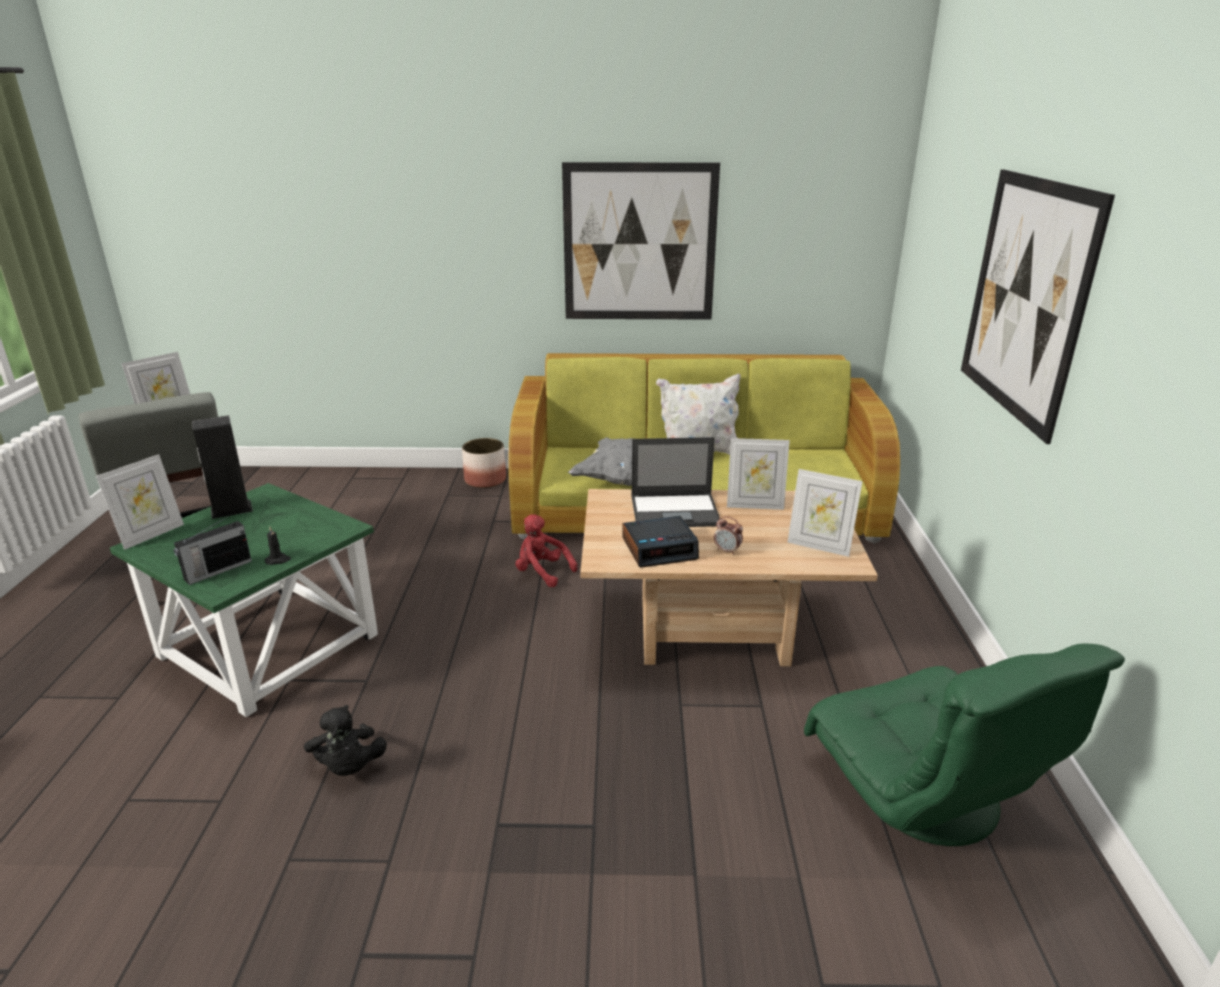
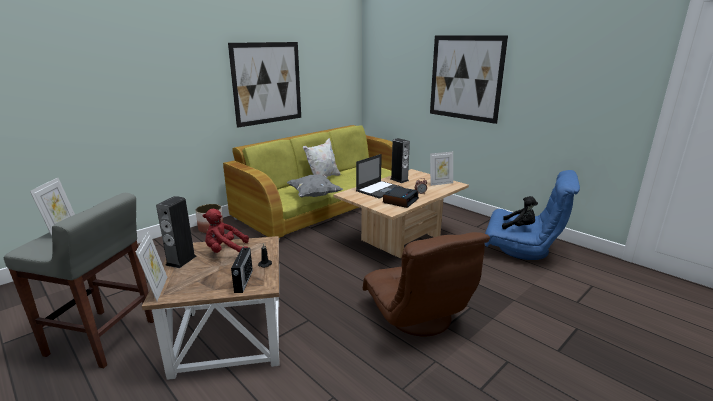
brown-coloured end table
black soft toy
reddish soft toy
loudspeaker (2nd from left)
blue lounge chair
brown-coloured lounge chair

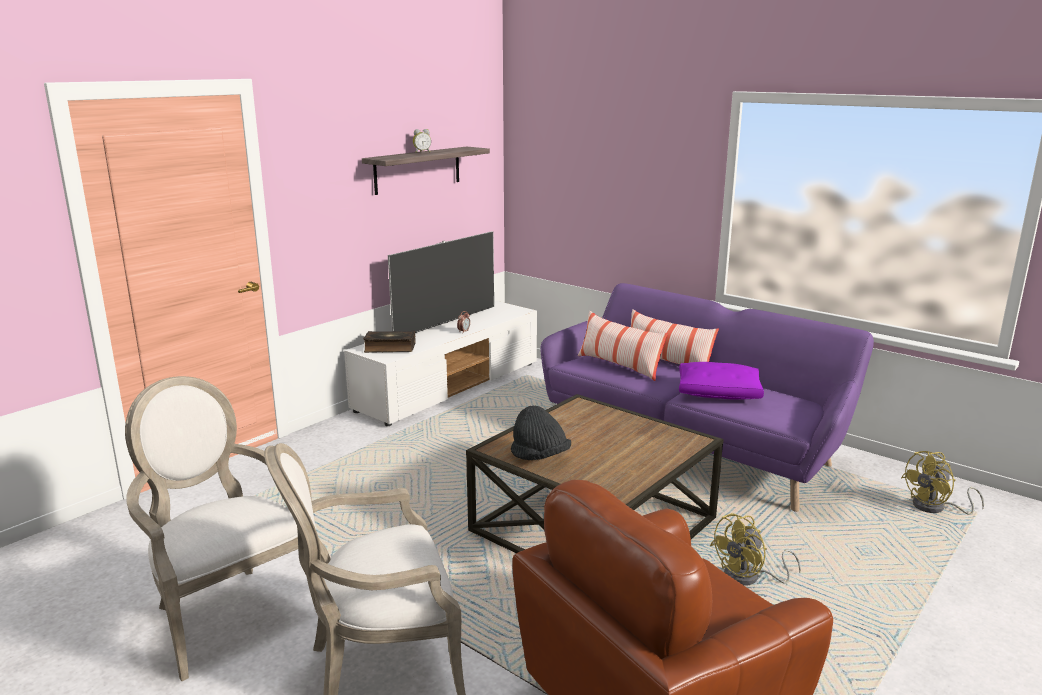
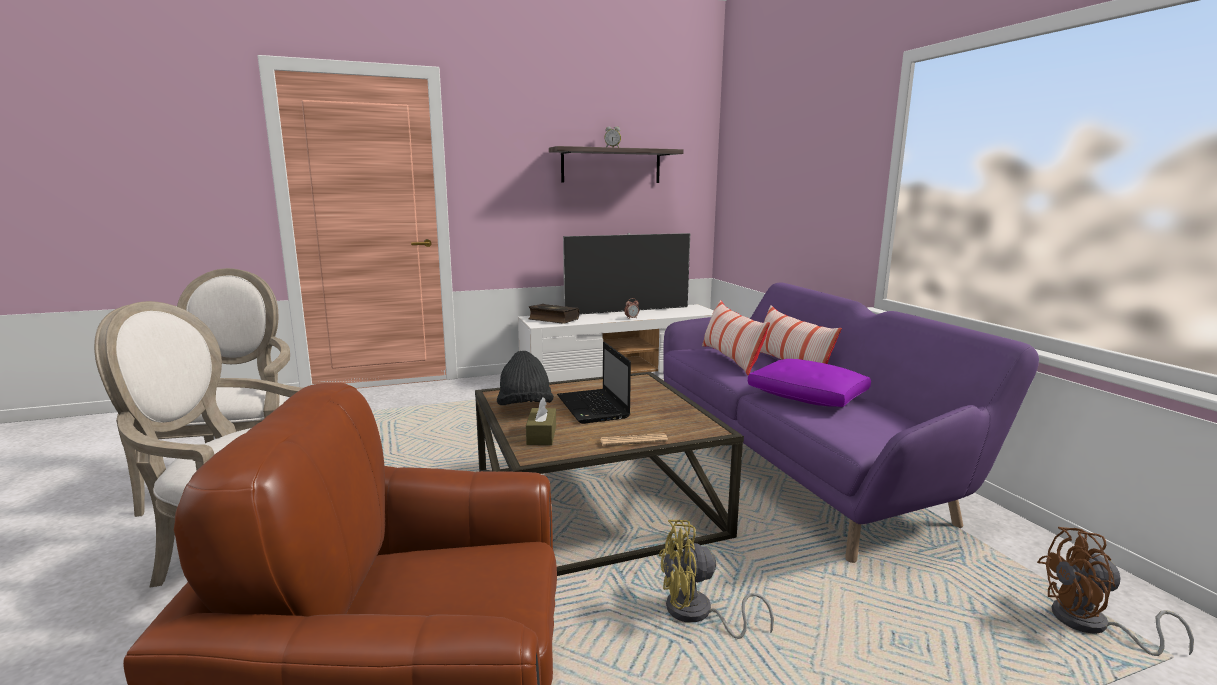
brown-coloured cooling fan
brown-coloured tissue holder
notebook computer
newspaper

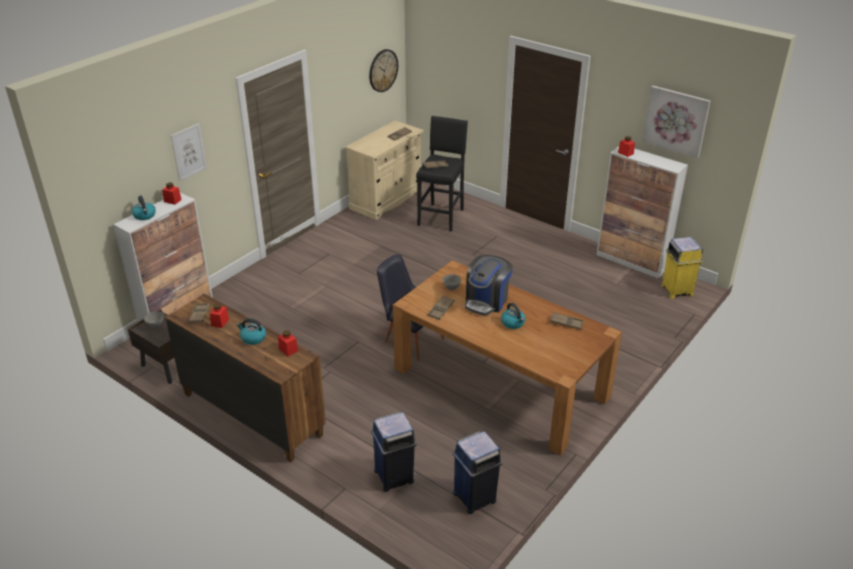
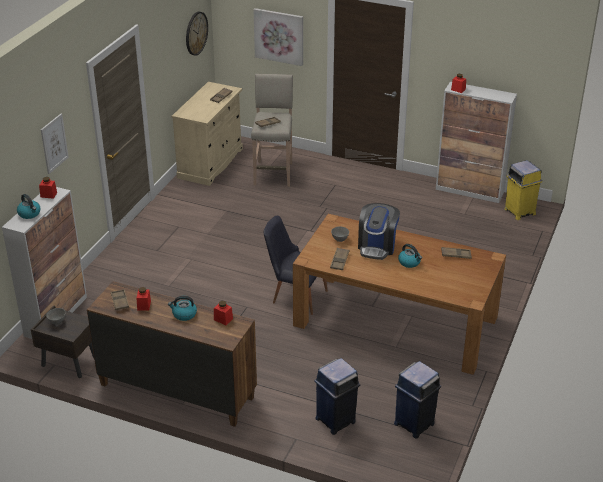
beige-coloured stool
picture (2nd from left)

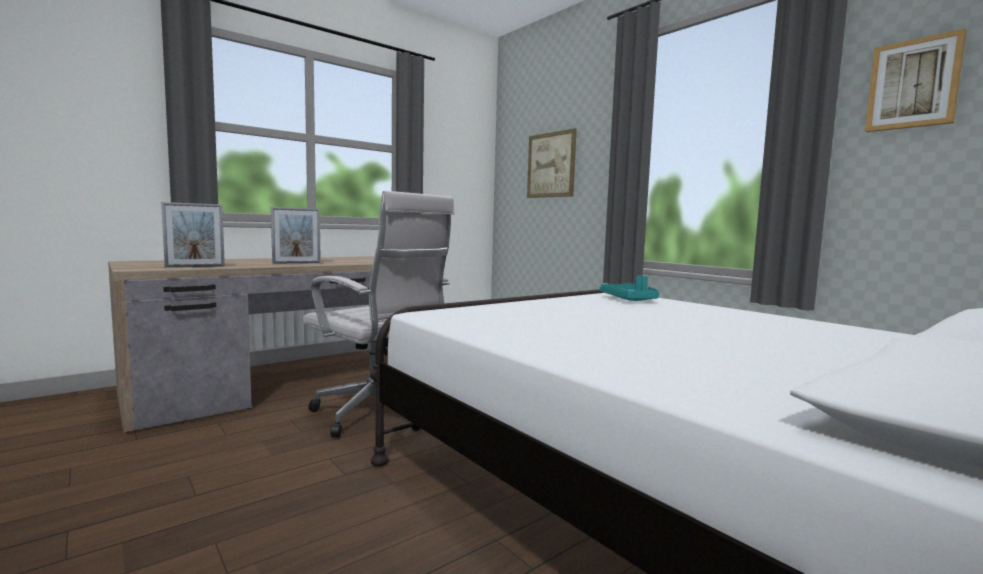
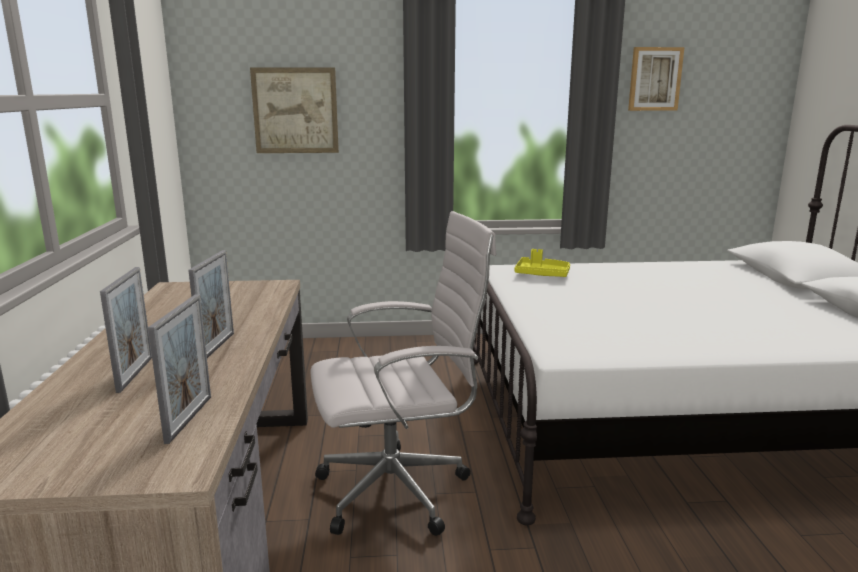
yellow-coloured tray
photo frame (1st from left)

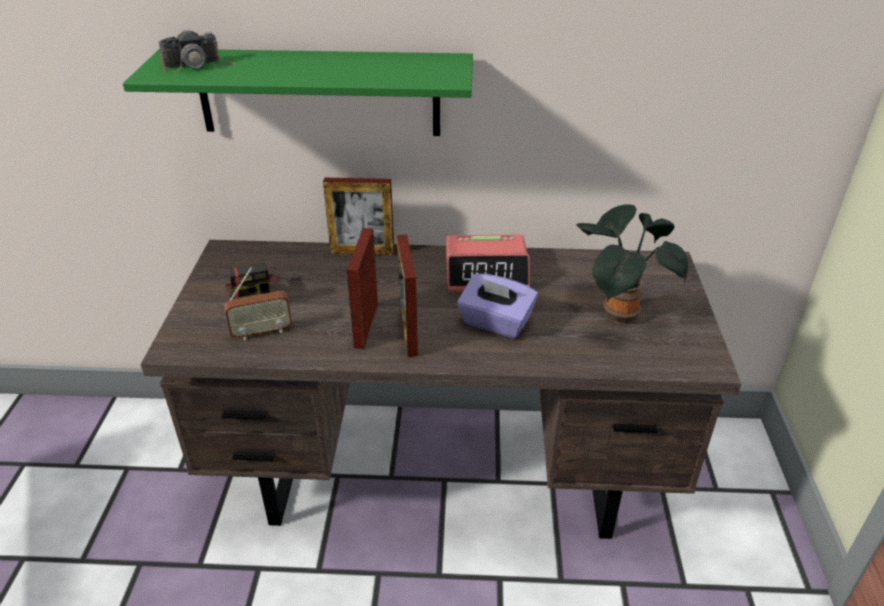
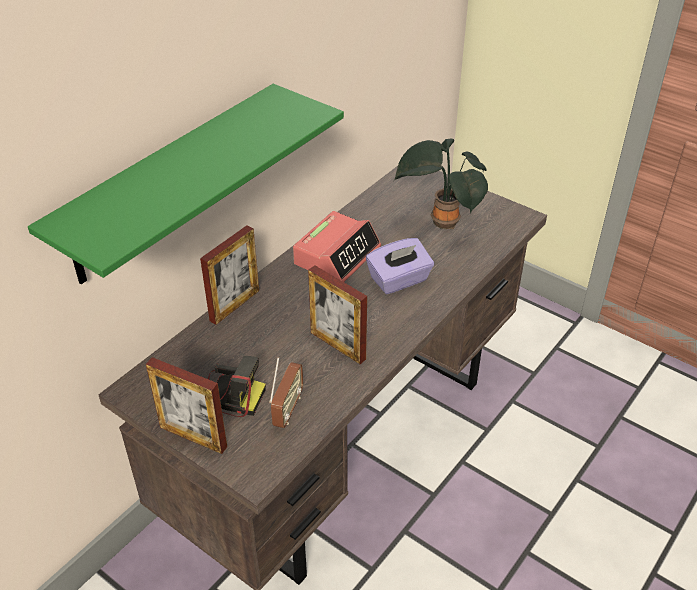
photo camera (1st from left in the first image)
photo frame (1st from left)

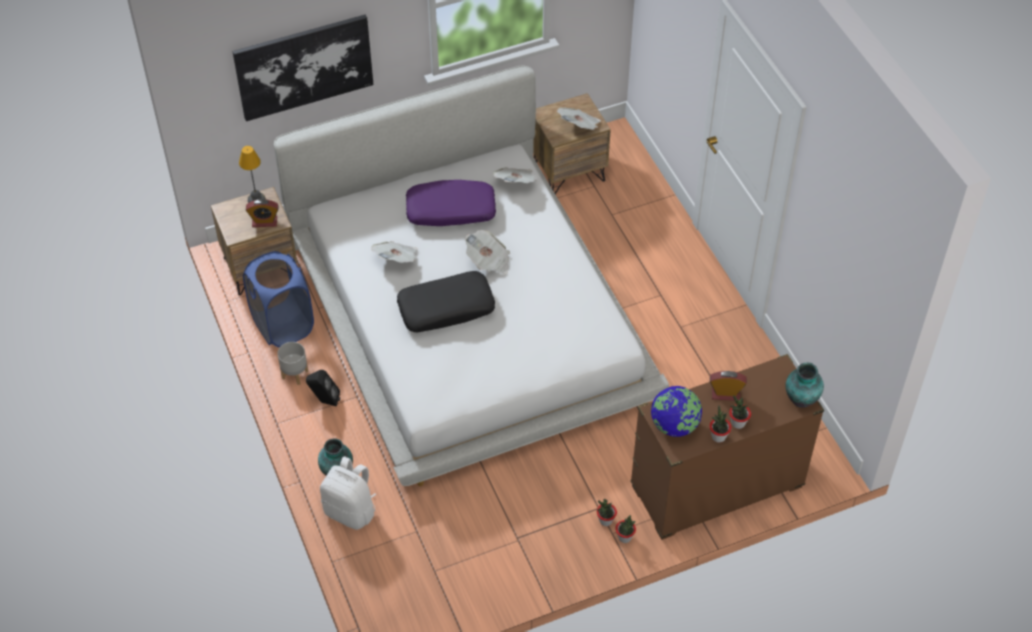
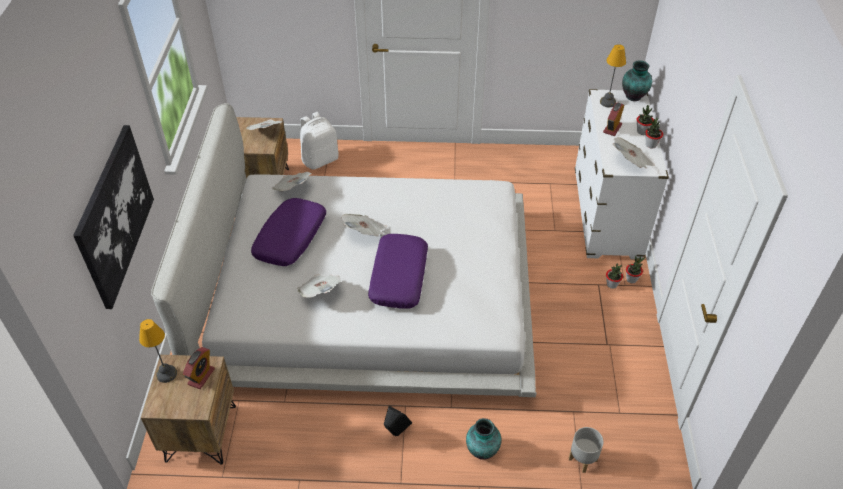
blue hamper
greyish planter
white backpack
purplish cushion (2nd from left)
white dresser
newspaper (5th from left)
table lamp (2nd from left)

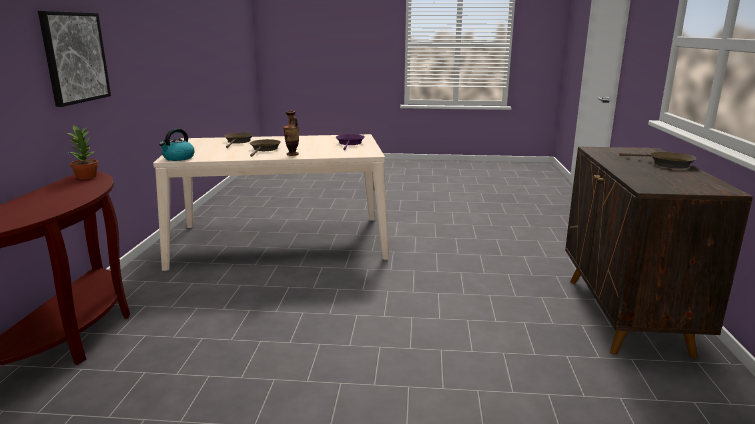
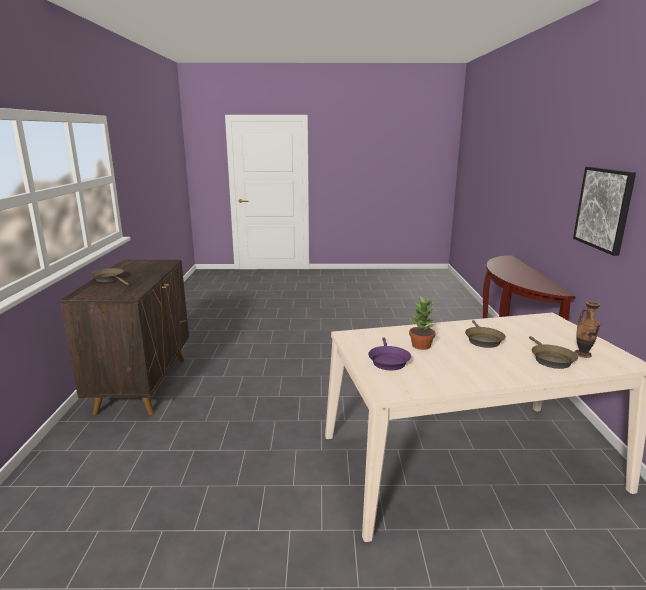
potted plant
kettle
flower vase

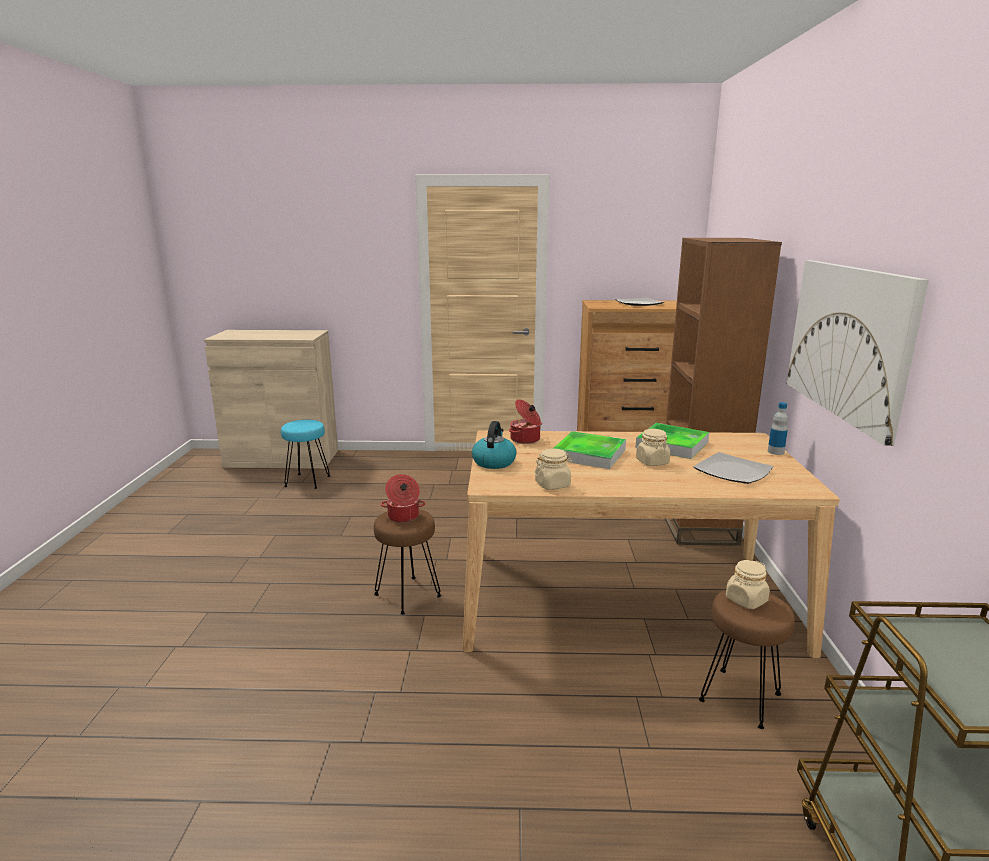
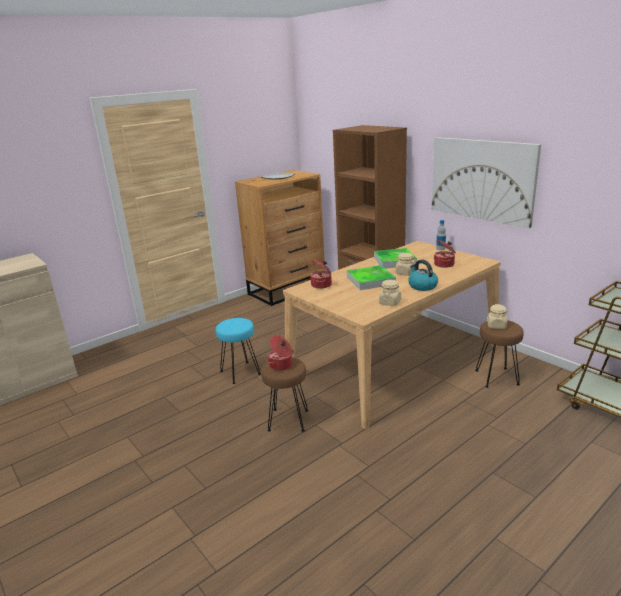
turquoise stool
kettle
cooking pot (3rd from left)

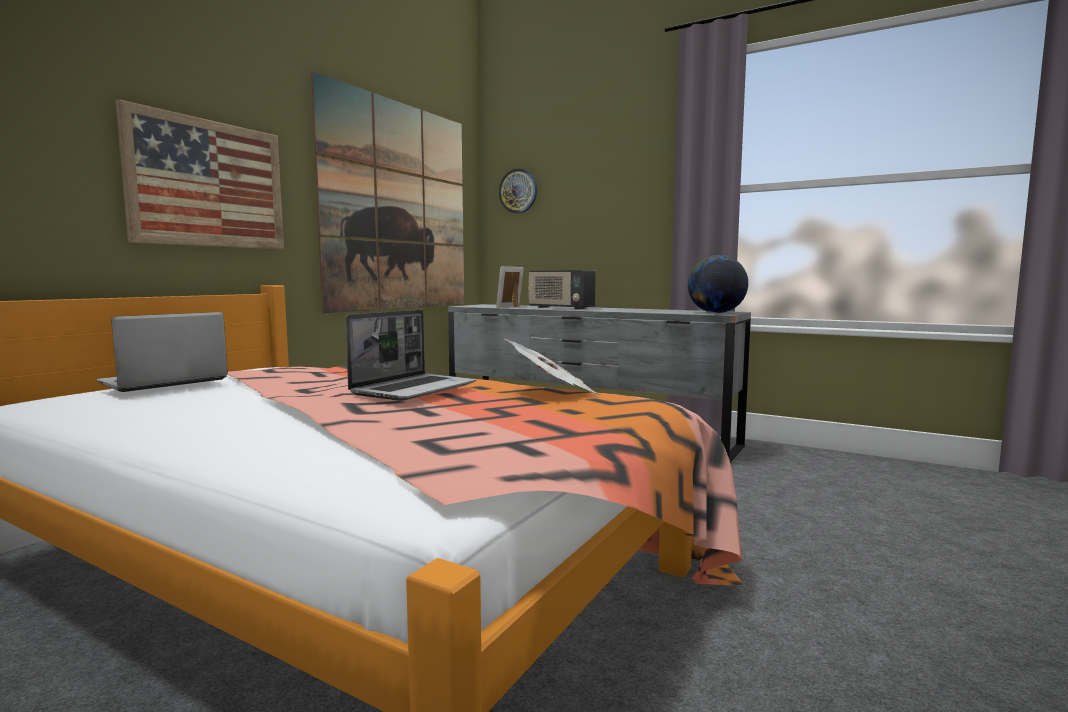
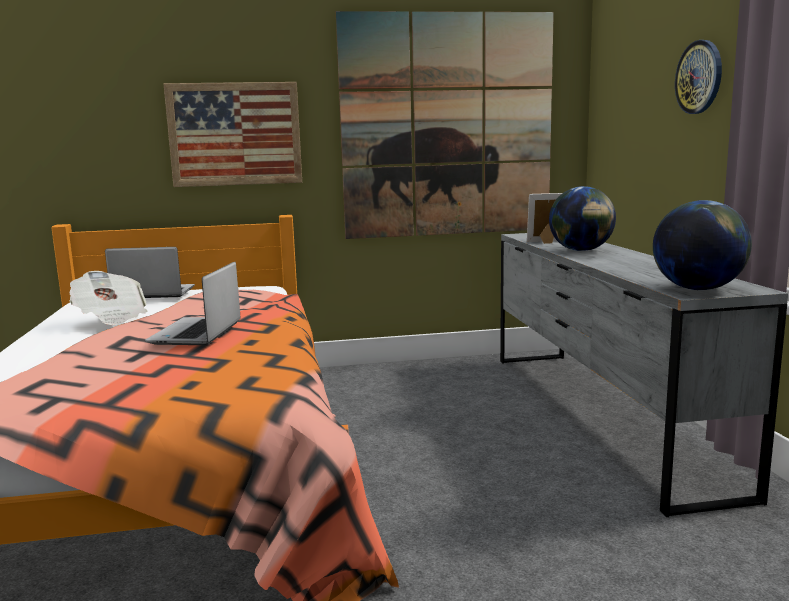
notebook computer (2nd from left)
clock on the wall
newspaper
world globe (1st from left)

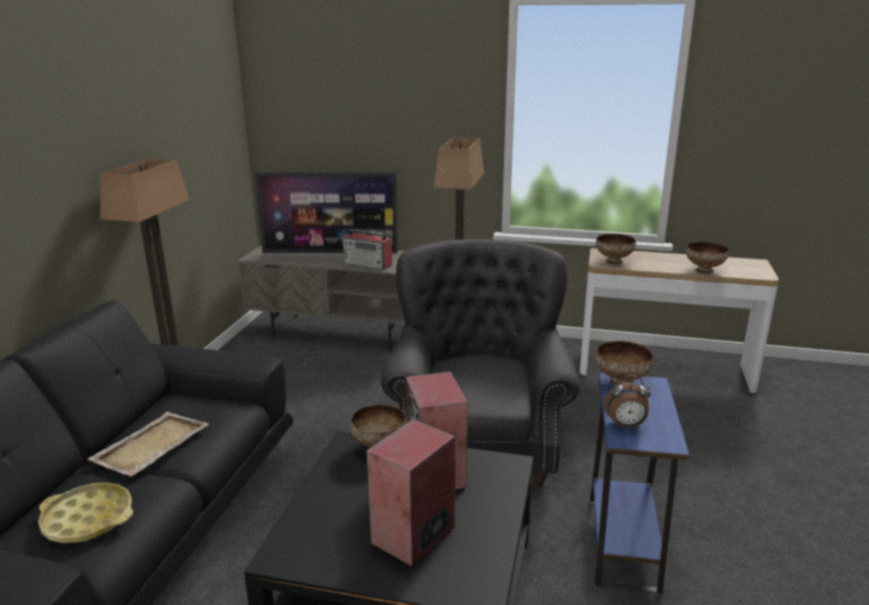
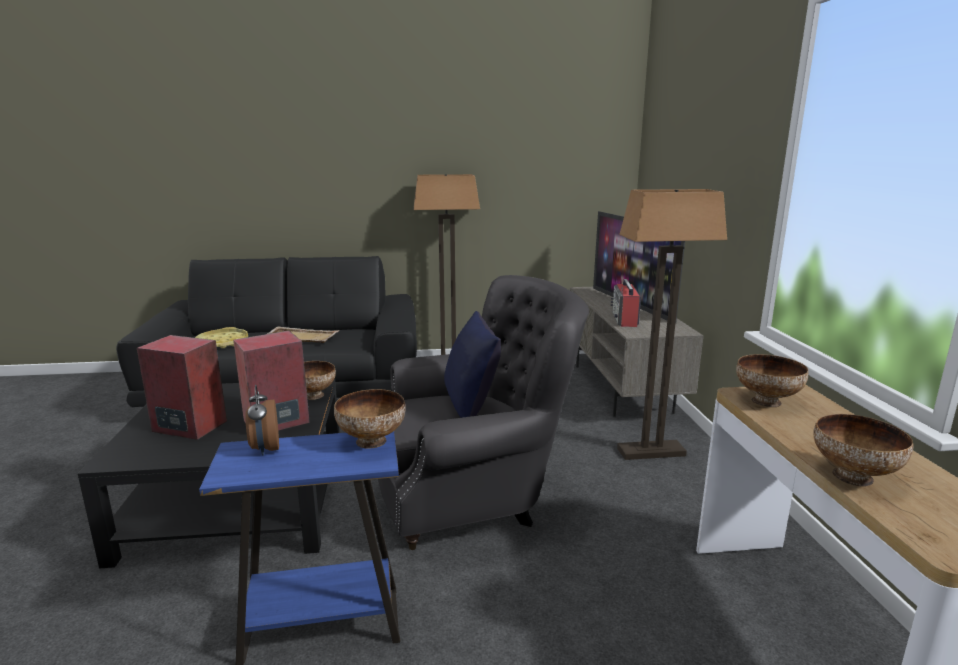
blue cushion

